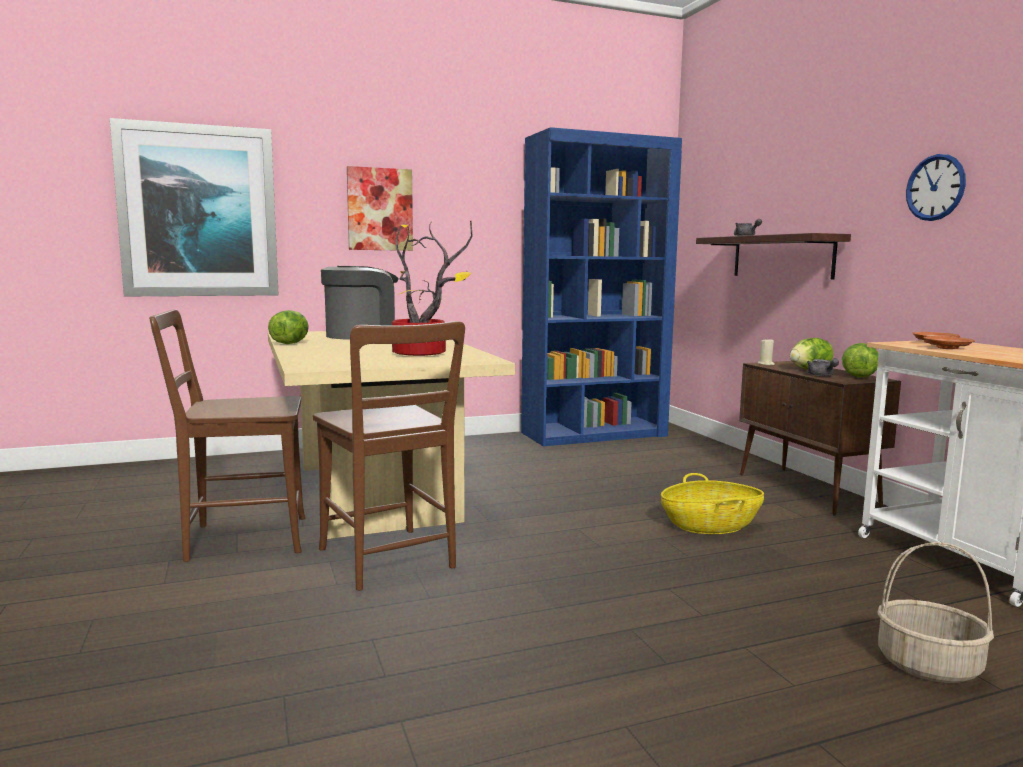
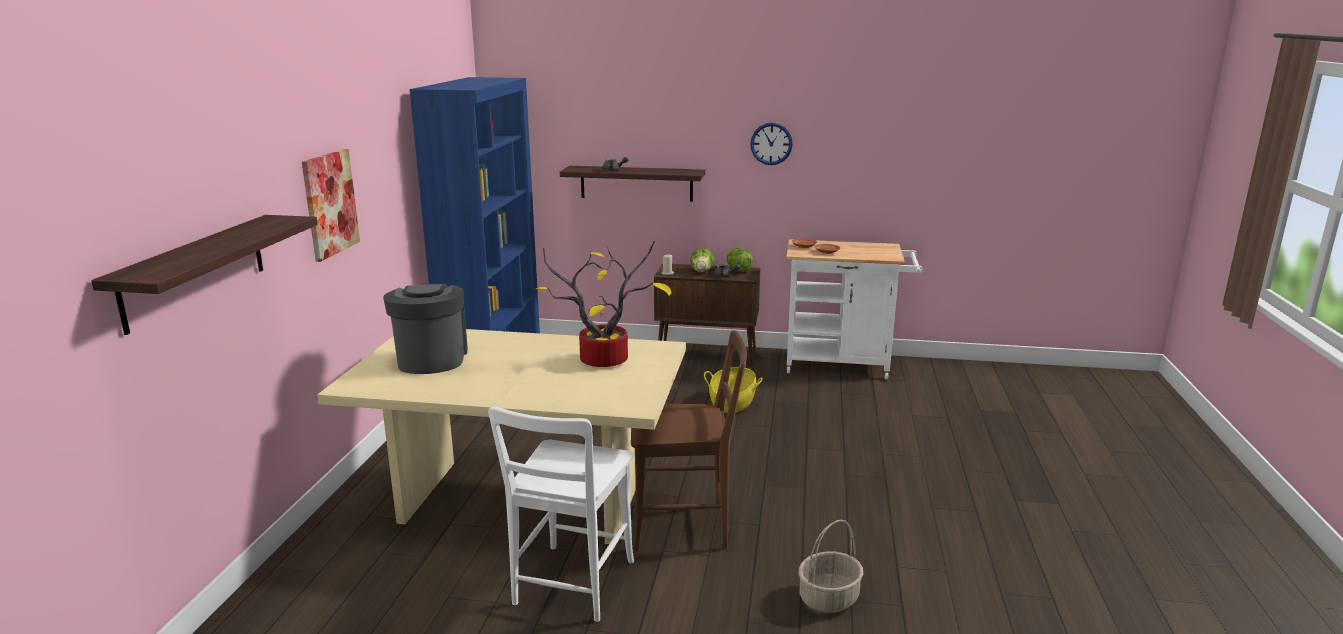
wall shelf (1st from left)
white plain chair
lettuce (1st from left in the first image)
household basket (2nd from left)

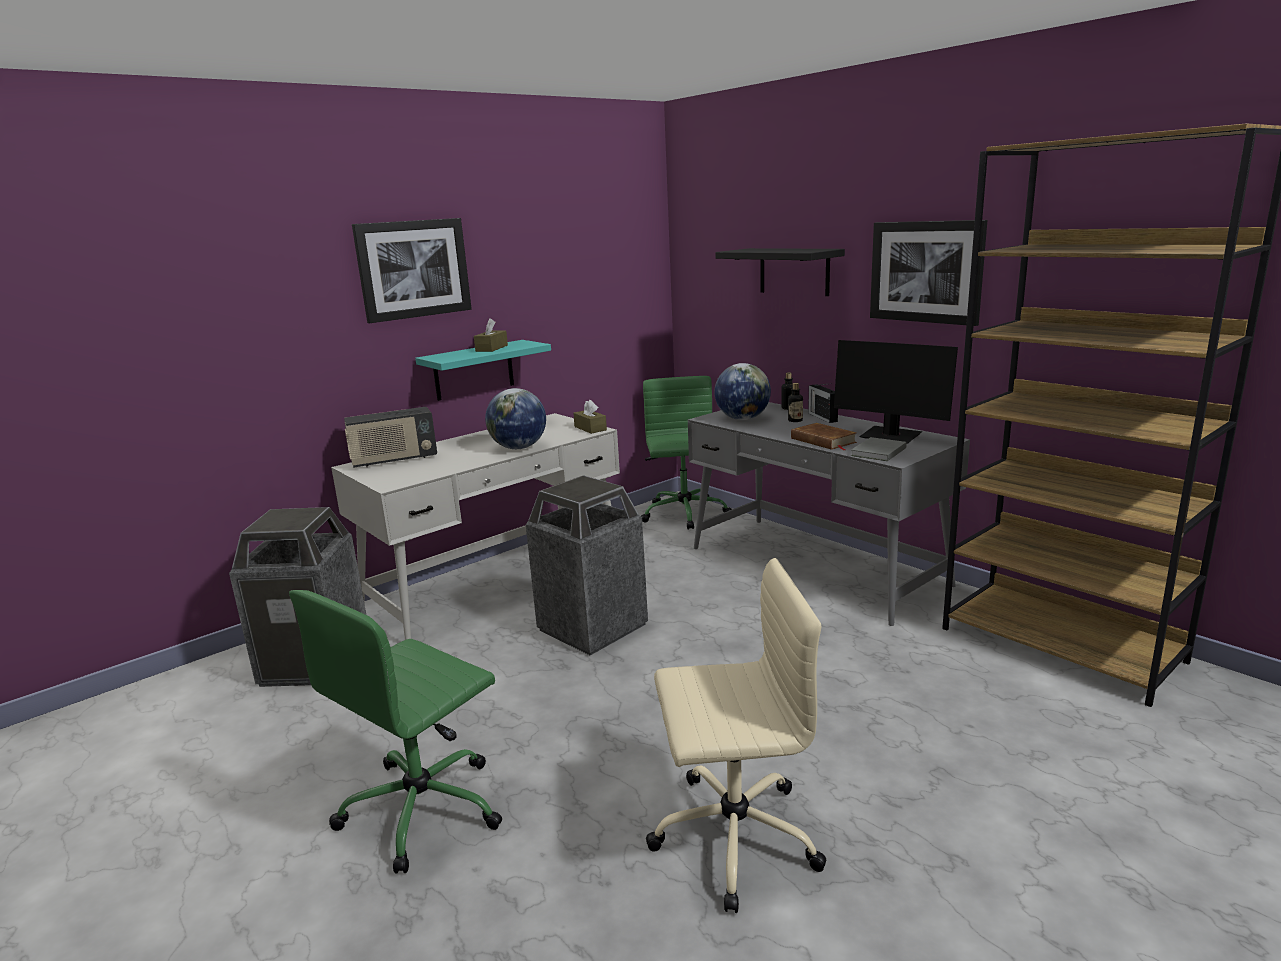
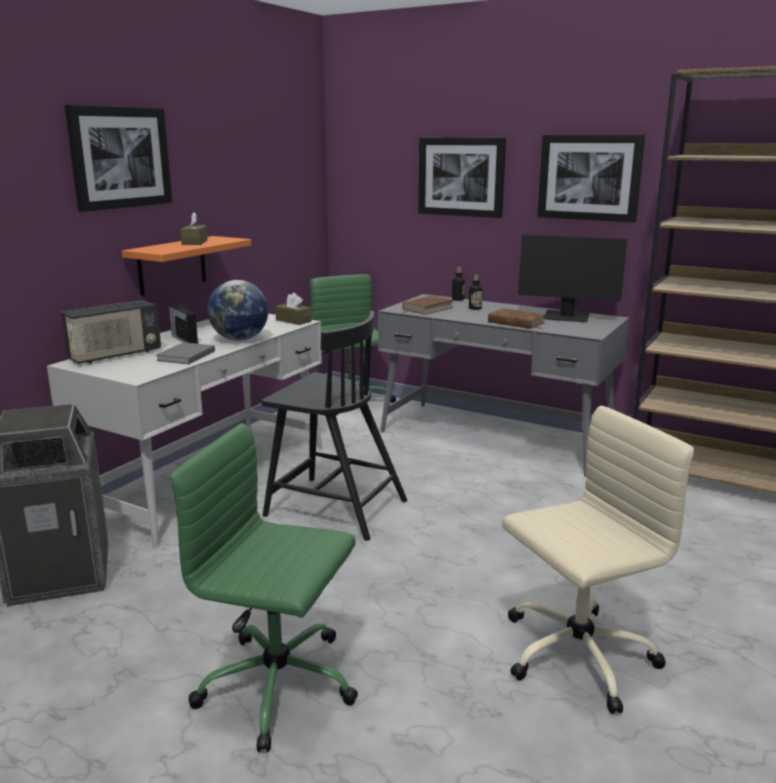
green-coloured office chair (1st from left)
orange wall shelf
black plain chair
brown-coloured book (1st from left)
picture (2nd from left)
radio receiver (2nd from left)
greyish book

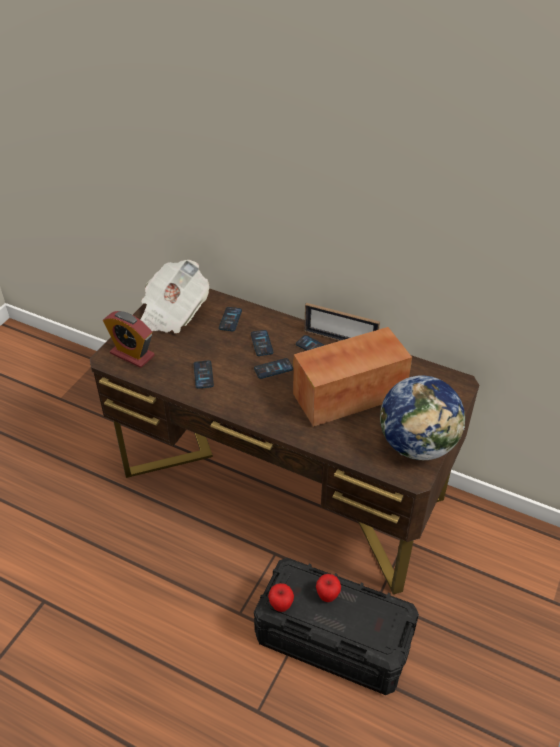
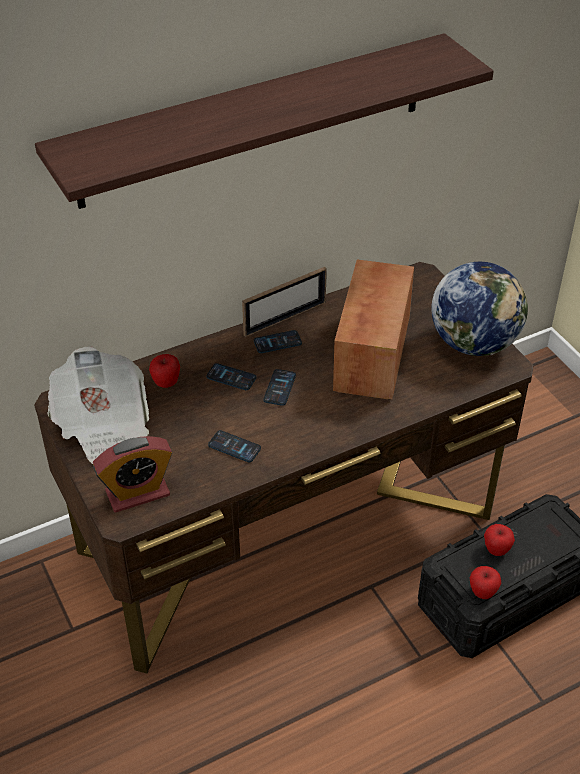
whole apple (1st from left)
wall shelf

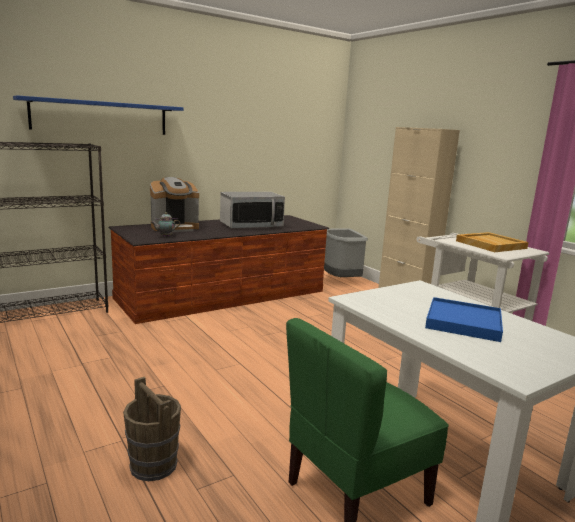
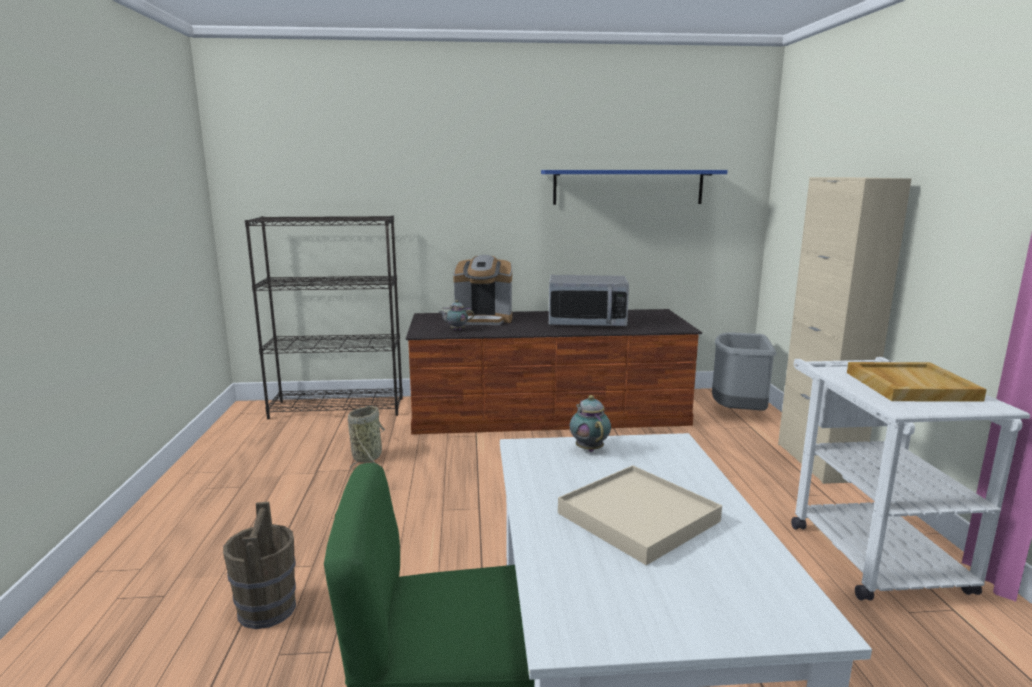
blue wall shelf
beige-coloured tray (1st from left)
household basket
teapot (2nd from left)

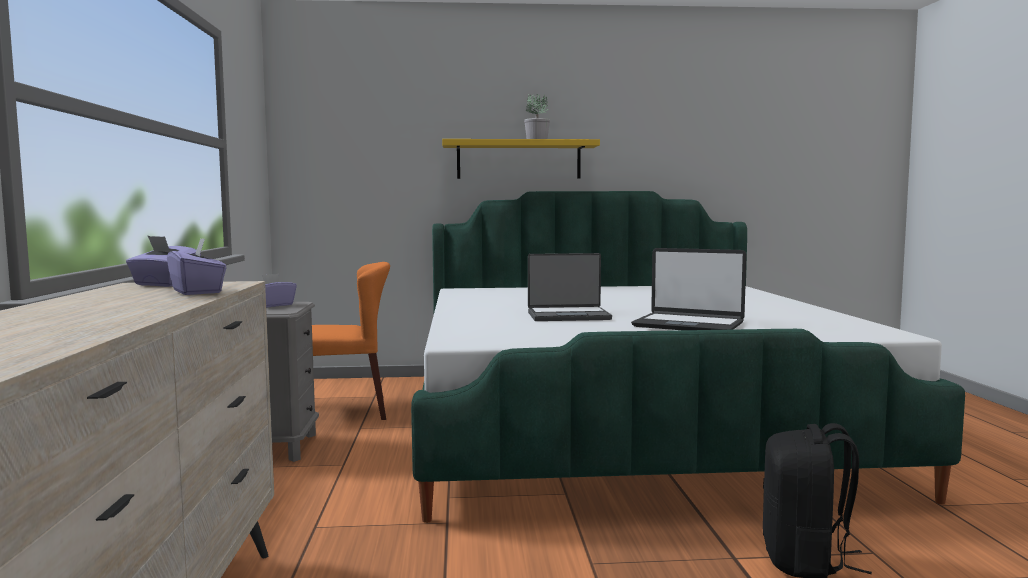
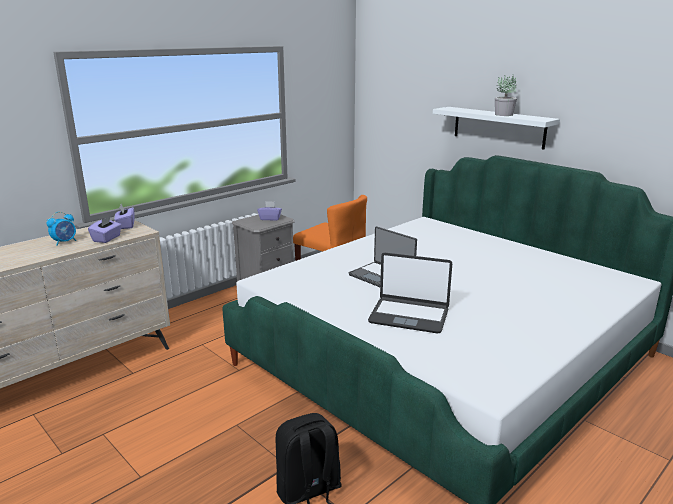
white wall shelf
notebook computer (2nd from left)
bedside clock

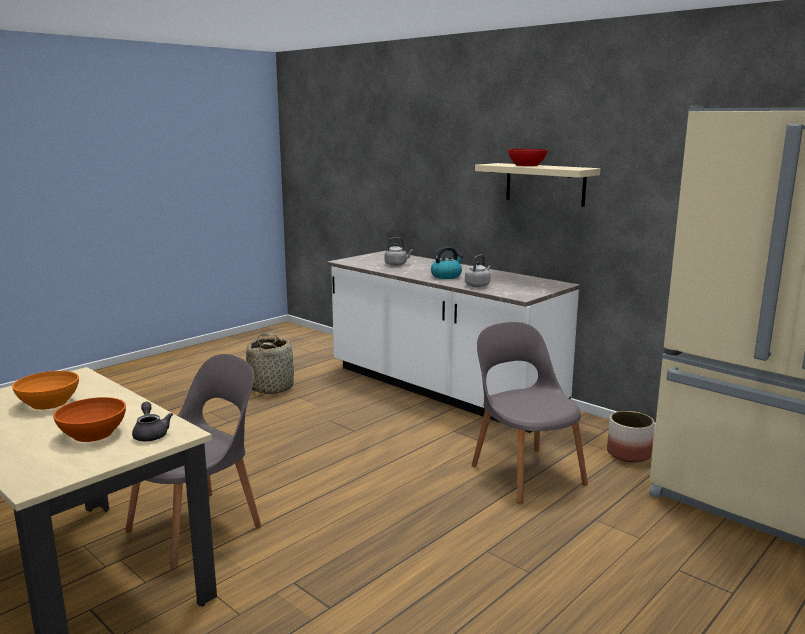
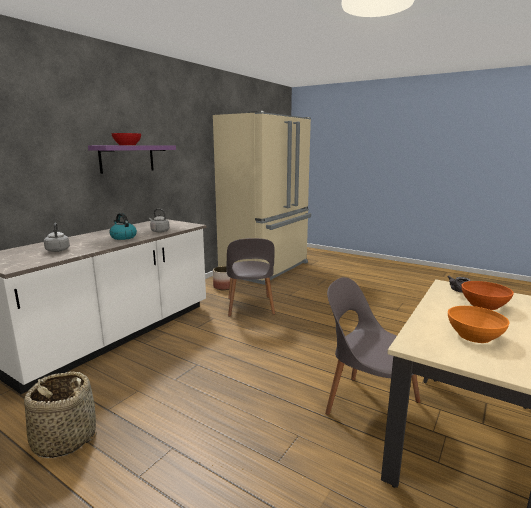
greyish plain chair (1st from left)
purplish wall shelf

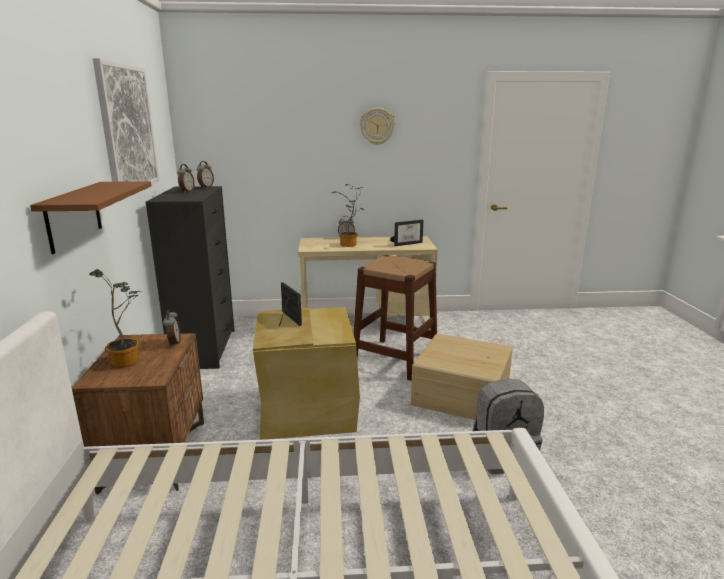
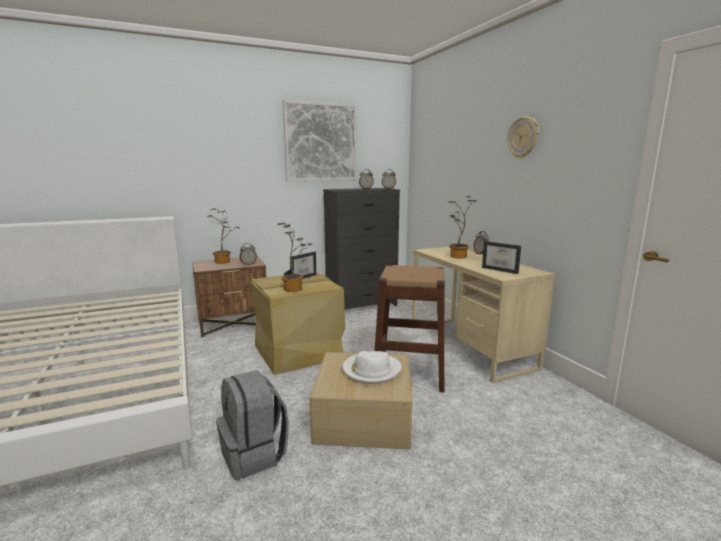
brown-coloured wall shelf
potted plant (2nd from left)
white wearable hat

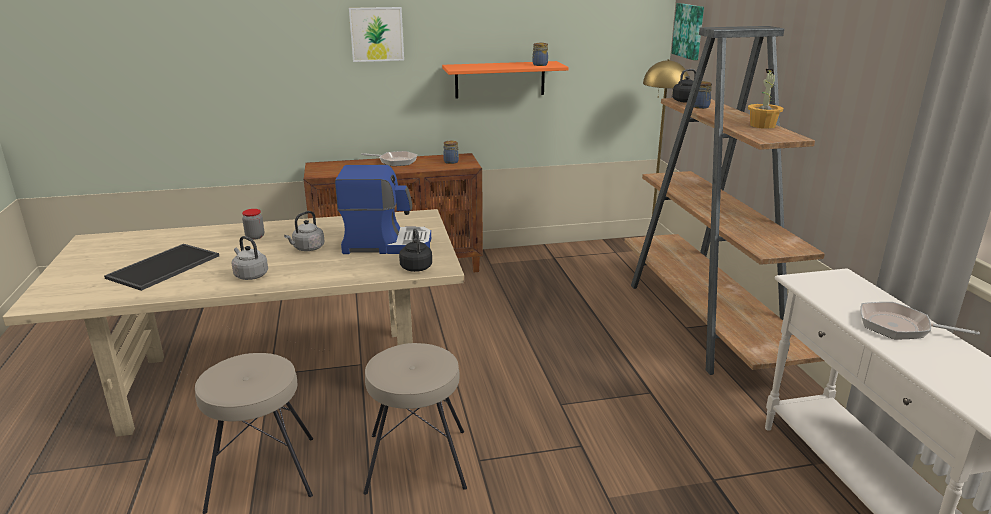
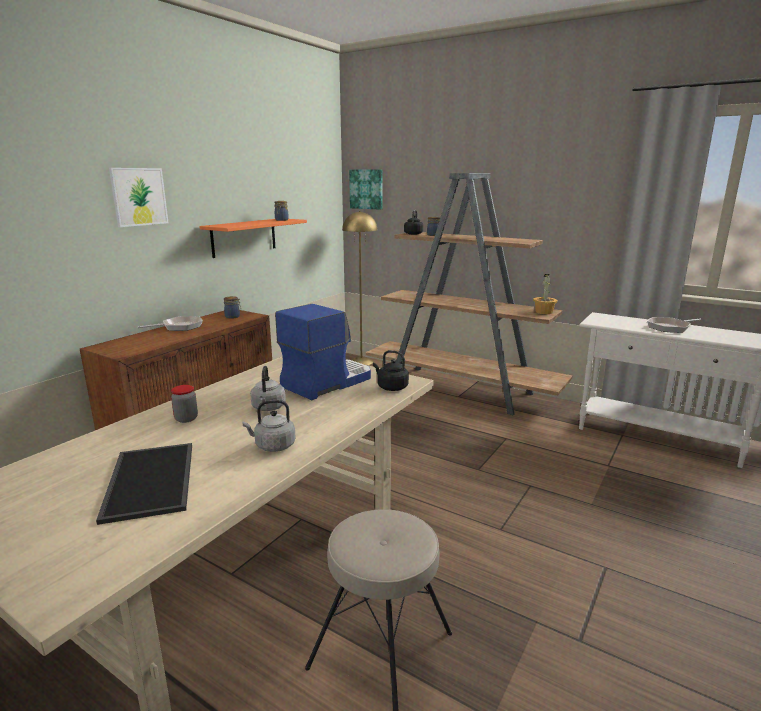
beige-coloured stool (2nd from left in the first image)
potted plant

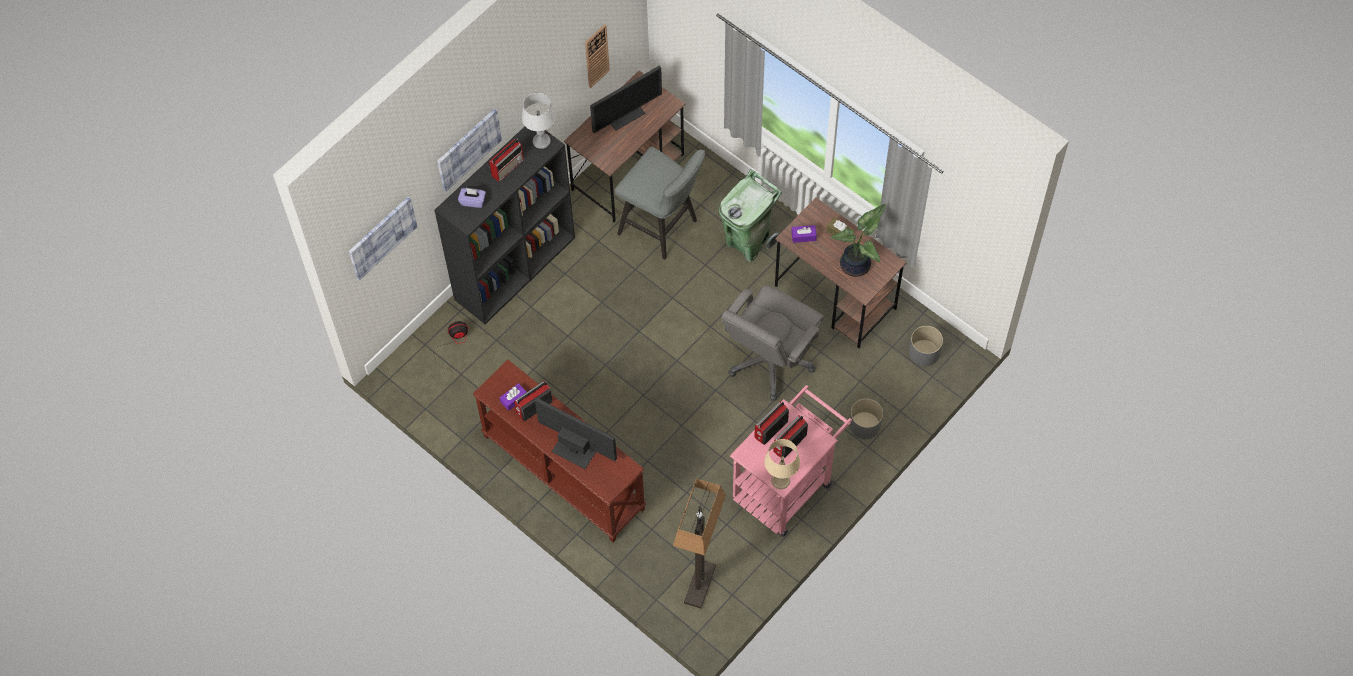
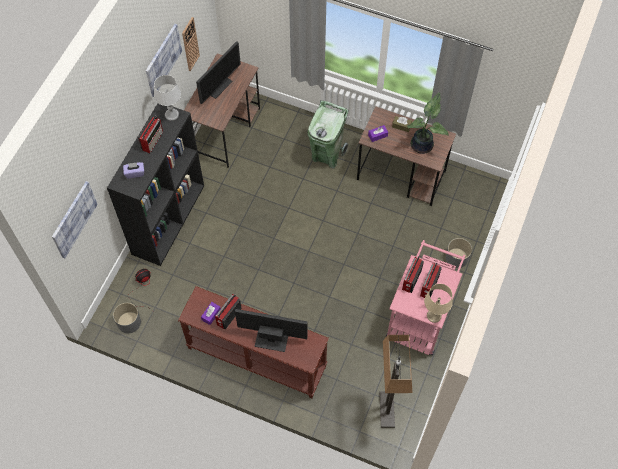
picture (2nd from left)
greyish stool
greyish office chair
greyish planter (1st from left)

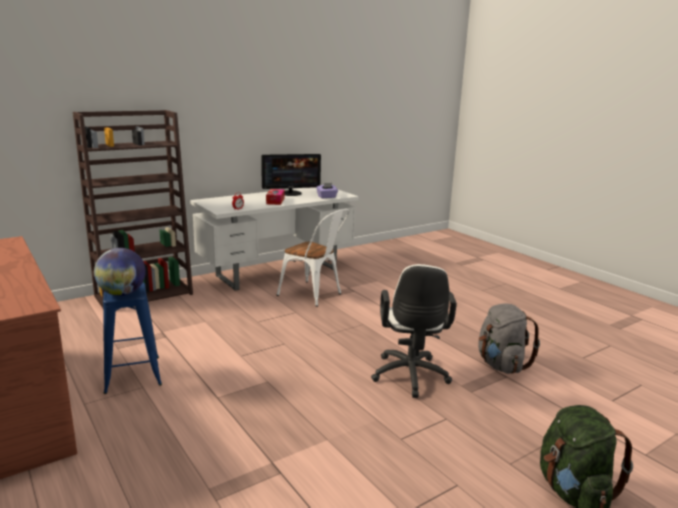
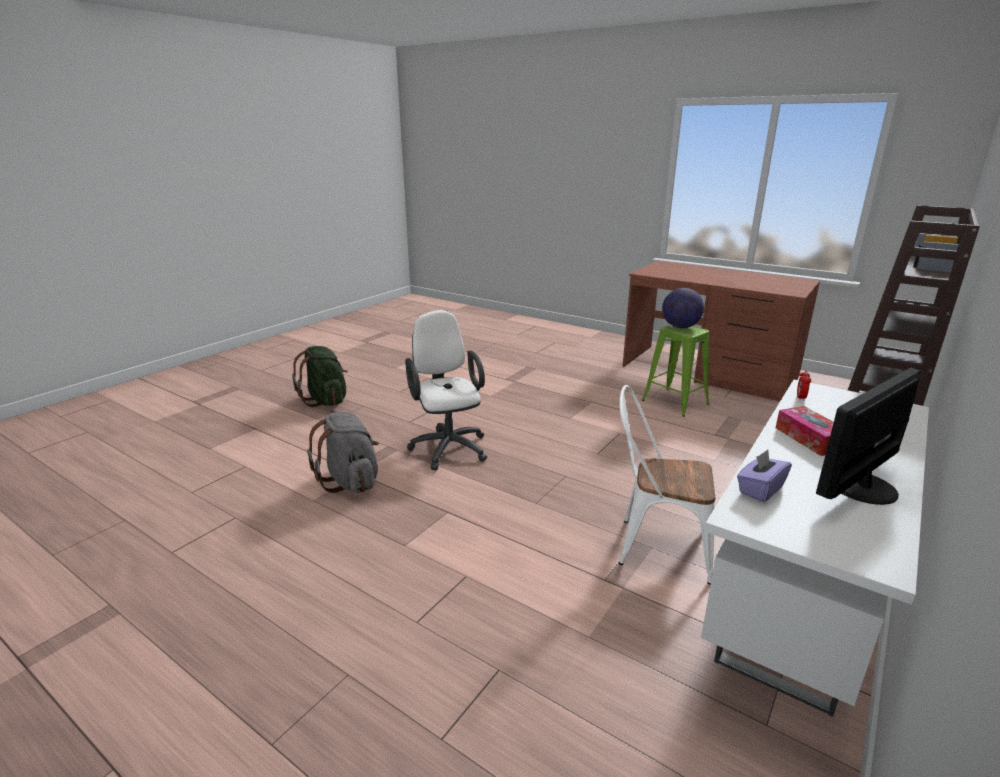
green-coloured stool

